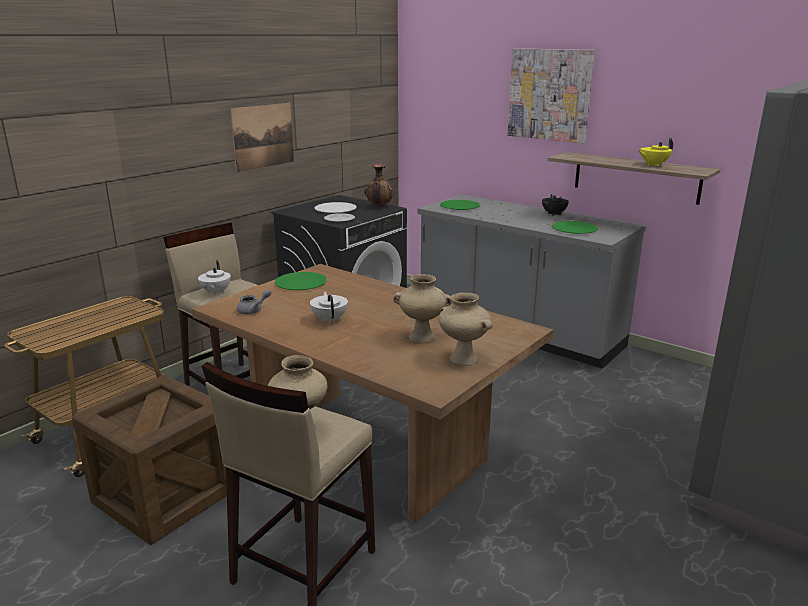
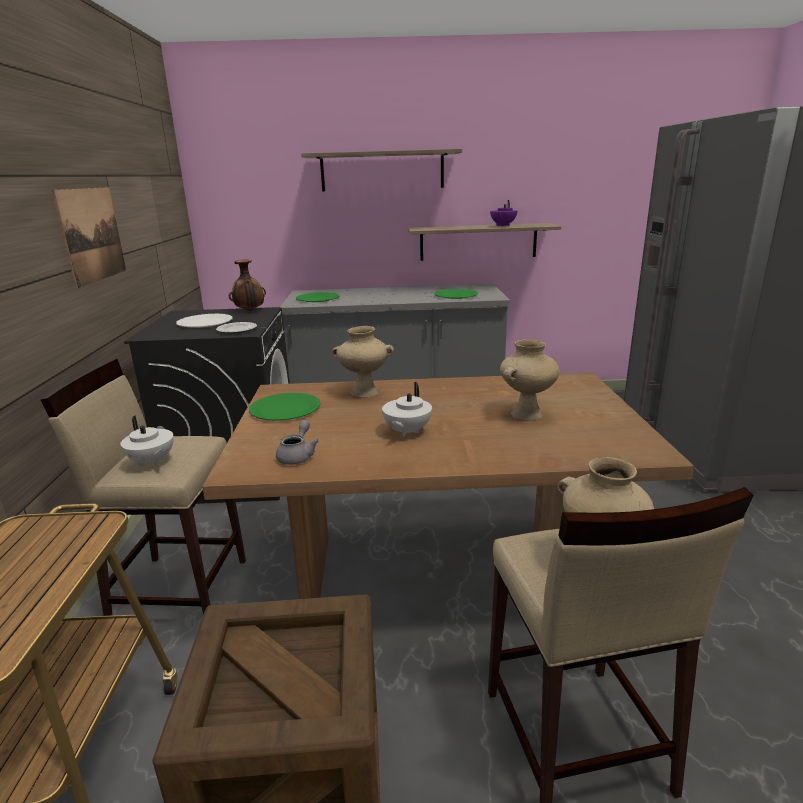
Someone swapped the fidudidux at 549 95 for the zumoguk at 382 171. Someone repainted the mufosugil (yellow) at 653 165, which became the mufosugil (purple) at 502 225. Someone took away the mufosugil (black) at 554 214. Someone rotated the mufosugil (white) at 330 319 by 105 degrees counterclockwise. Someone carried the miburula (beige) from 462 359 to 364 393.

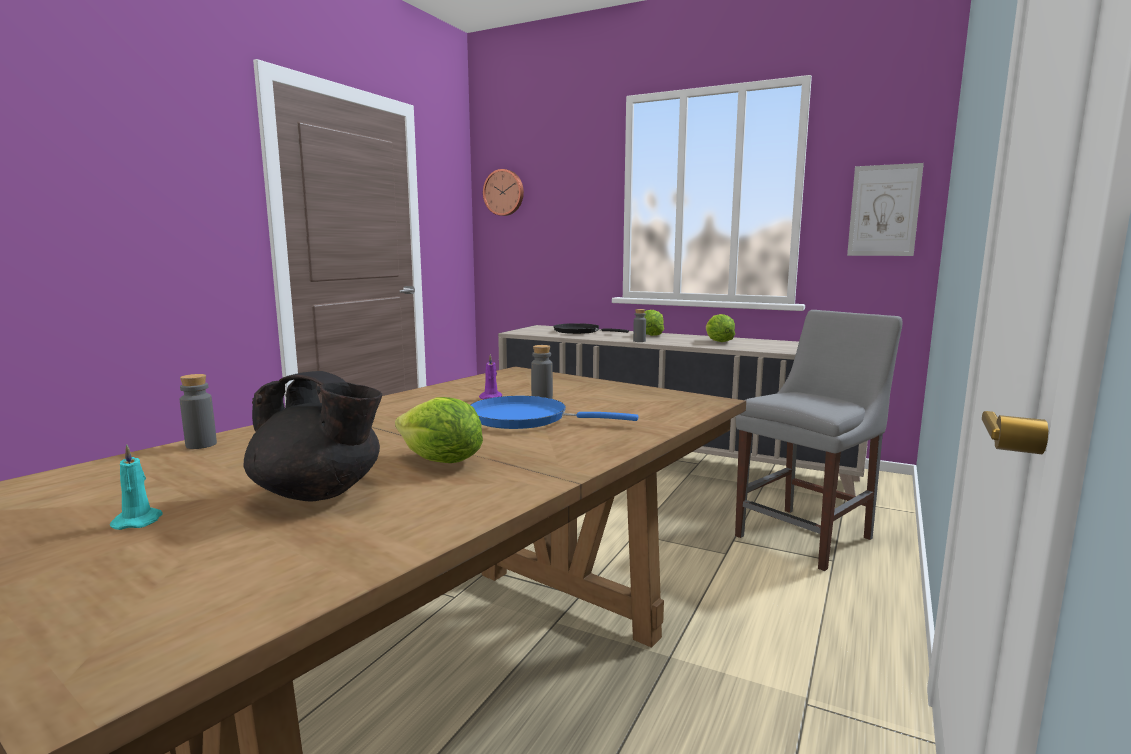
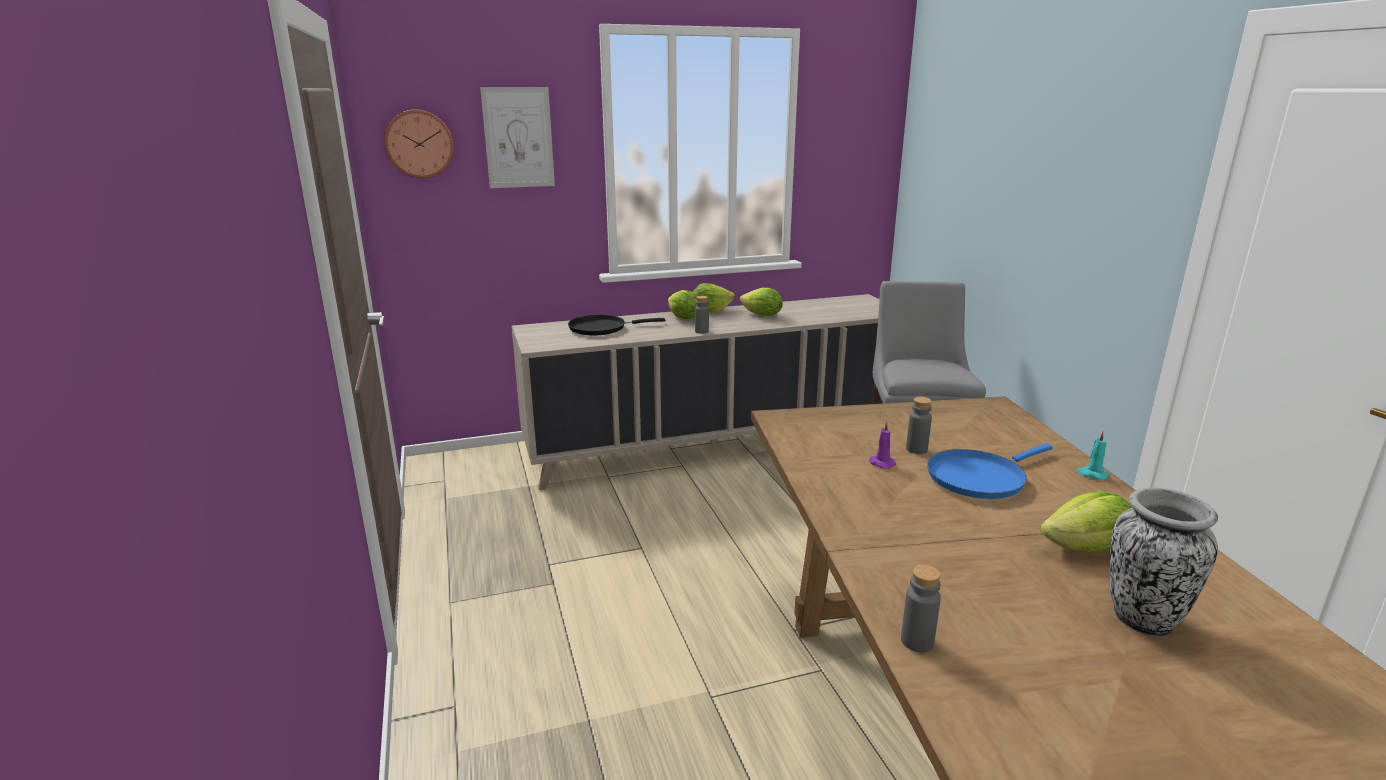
Someone carried the fidudidux from 884 210 to 518 138. Someone swapped the mufosugil (black) at 320 493 for the miburula at 1143 620. Someone carried the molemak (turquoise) from 138 521 to 1091 474. Someone put down the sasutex at 710 311.

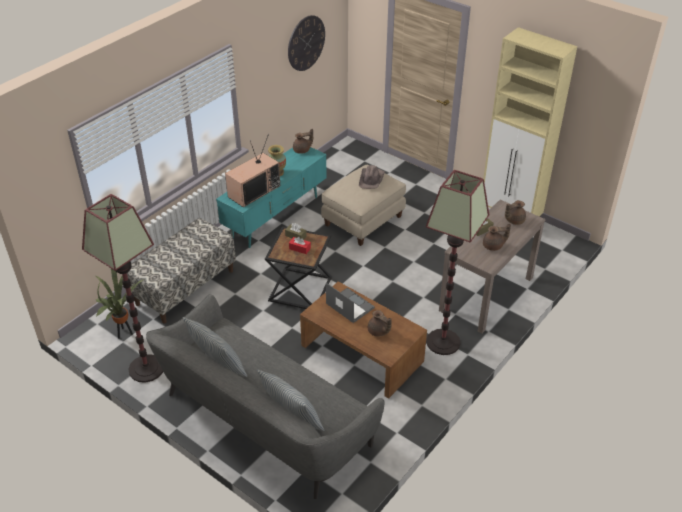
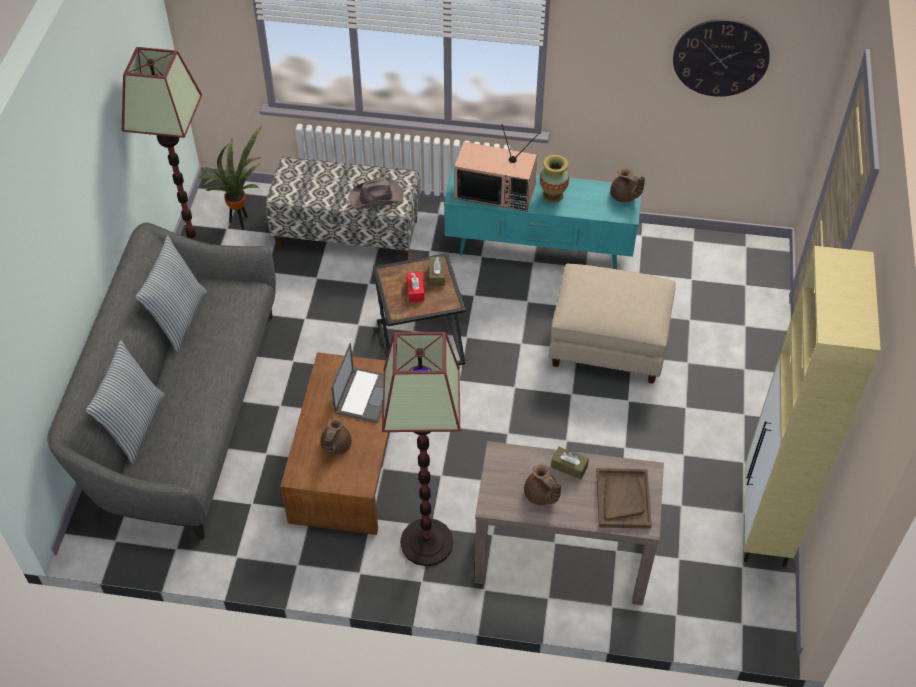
Someone carried the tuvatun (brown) from 371 179 to 376 197. Someone swapped the mufosugil (brown) at 514 220 for the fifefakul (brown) at 622 499.

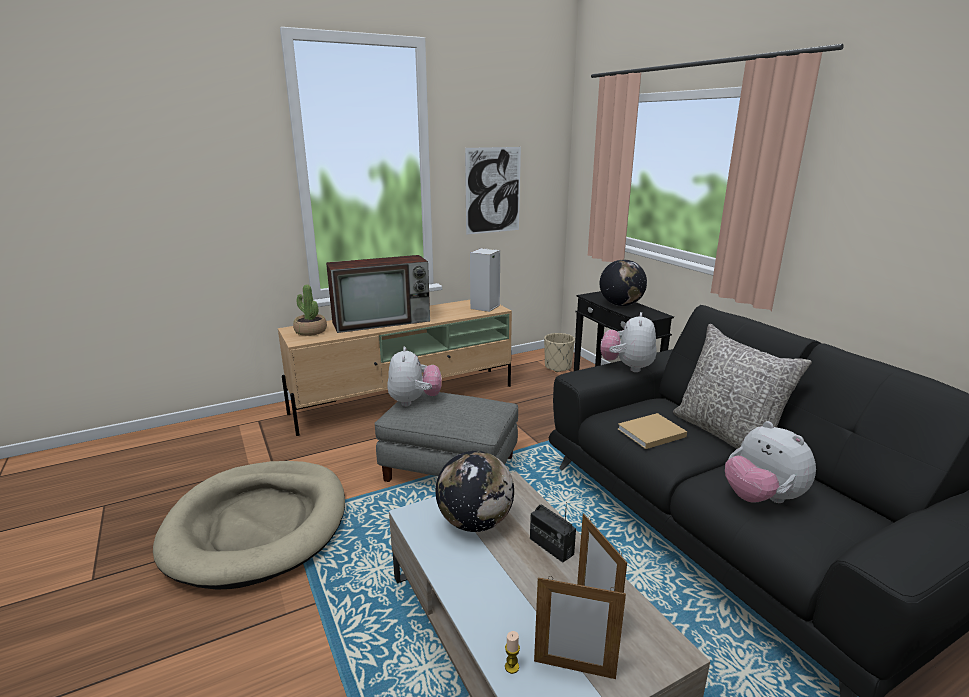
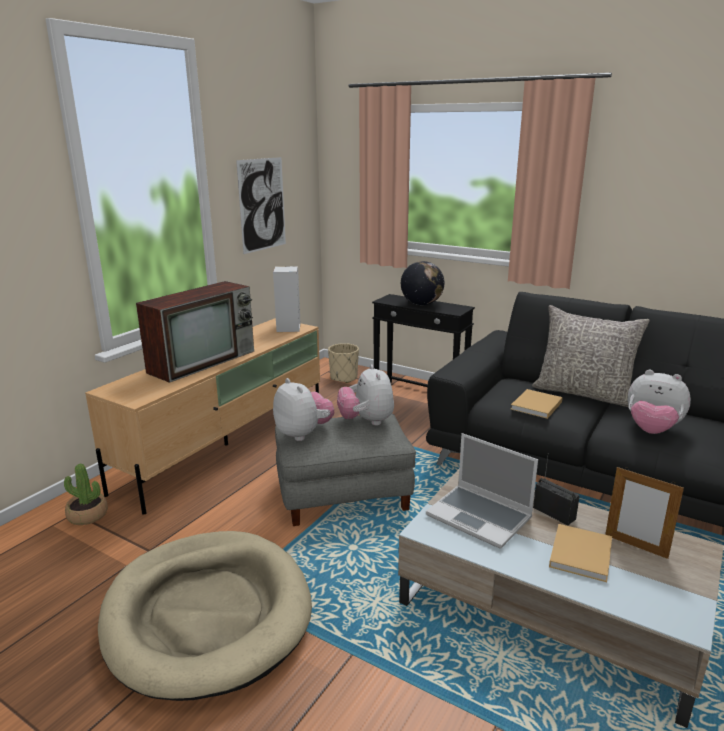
Someone carried the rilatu from 310 331 to 87 515. Someone carried the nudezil from 627 367 to 366 421. Someone swapped the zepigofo at 475 522 for the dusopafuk at 480 517. Someone rotated the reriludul at 551 546 by 150 degrees counterclockwise. Someone took away the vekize at 574 669. Someone took away the molemak at 511 667. Someone put down the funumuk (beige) at 581 553.

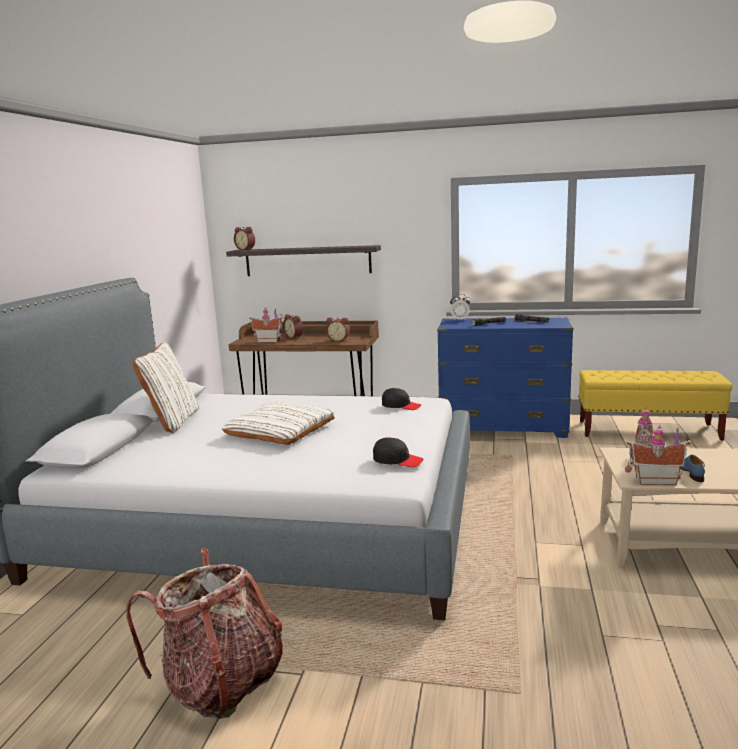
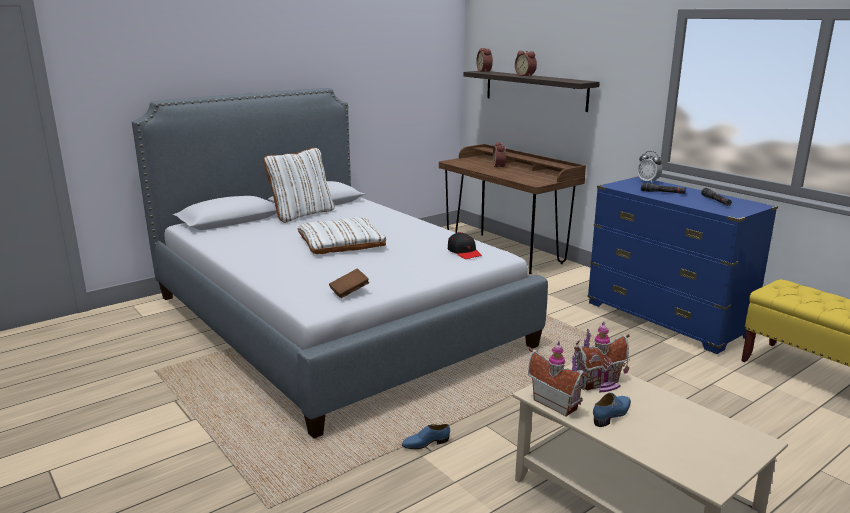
Someone took away the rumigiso at 269 341. Someone carried the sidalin from 339 340 to 526 75. Someone swapped the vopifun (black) at 397 460 for the funumuk (brown) at 349 291. Someone took away the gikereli at 220 683. Someone put down the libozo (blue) at 425 443.

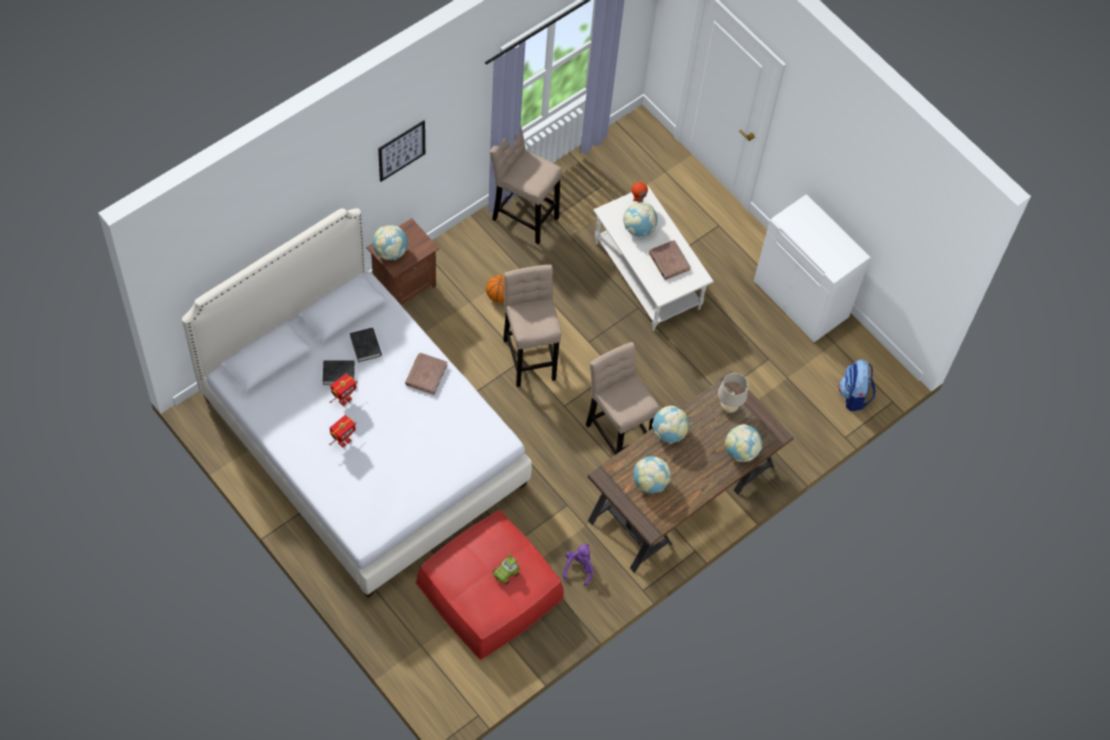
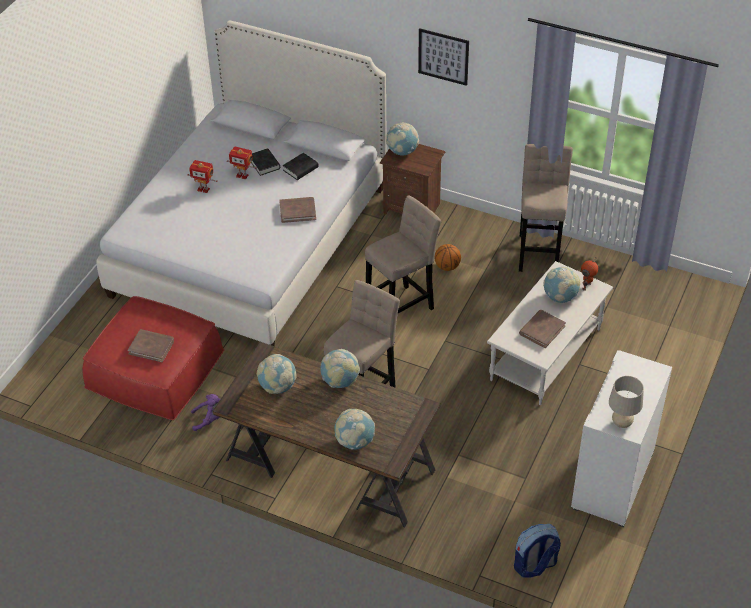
Someone carried the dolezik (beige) from 729 407 to 622 423. Someone swapped the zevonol at 506 573 for the funumuk (brown) at 151 347.

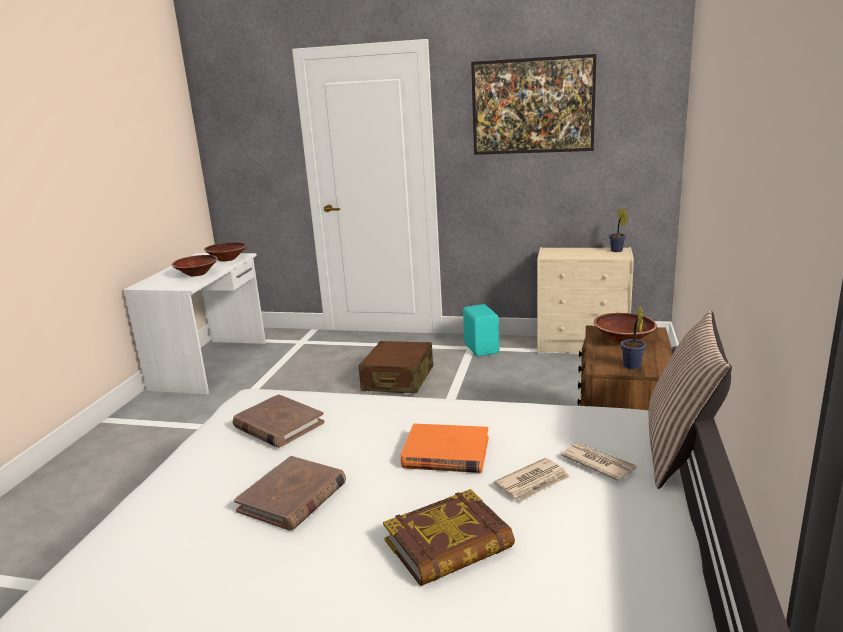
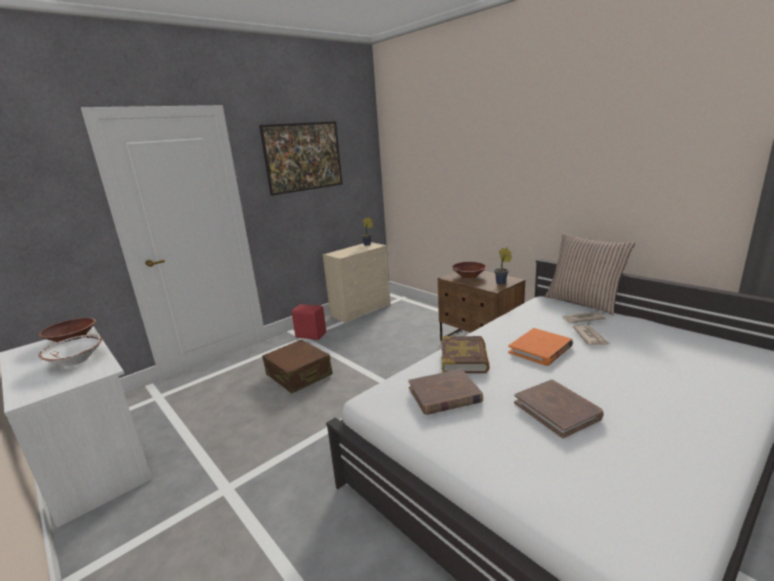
Someone repainted the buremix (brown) at 197 274, which became the buremix (white) at 76 360. Someone repainted the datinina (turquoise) at 482 348, which became the datinina (red) at 311 335. Someone carried the funumuk from 449 545 to 464 359.

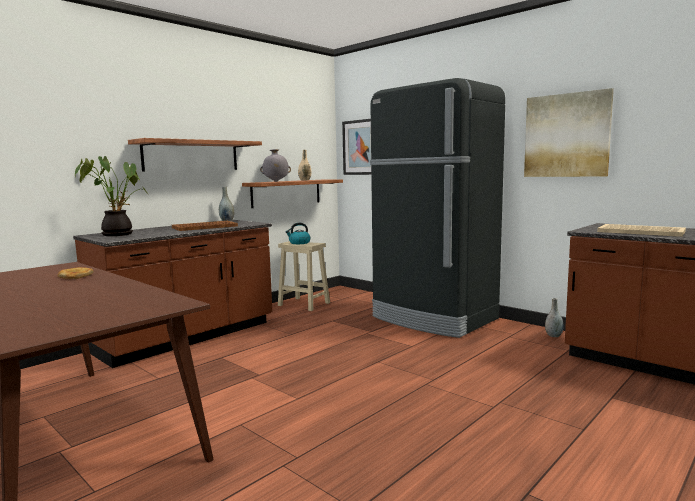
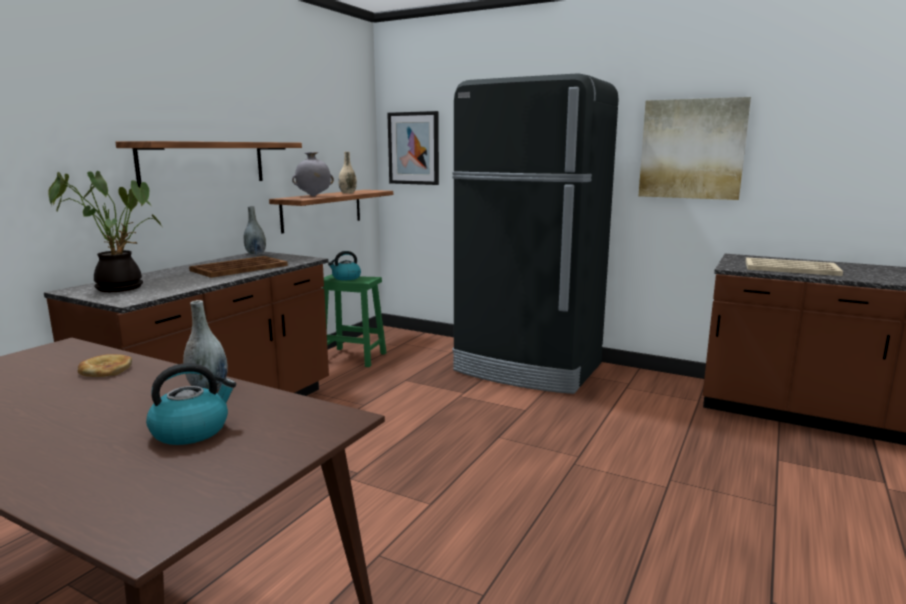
Someone repainted the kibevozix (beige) at 304 304, which became the kibevozix (green) at 354 357. Someone carried the miburula (grey) from 553 335 to 208 388. Someone put down the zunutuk at 191 430.

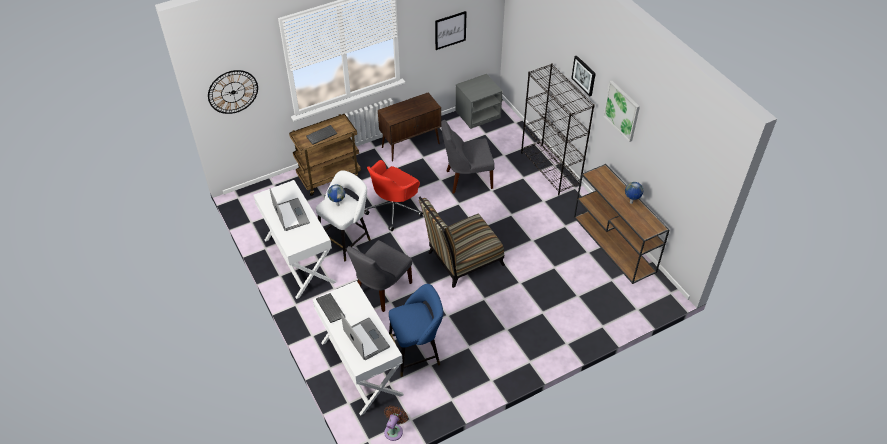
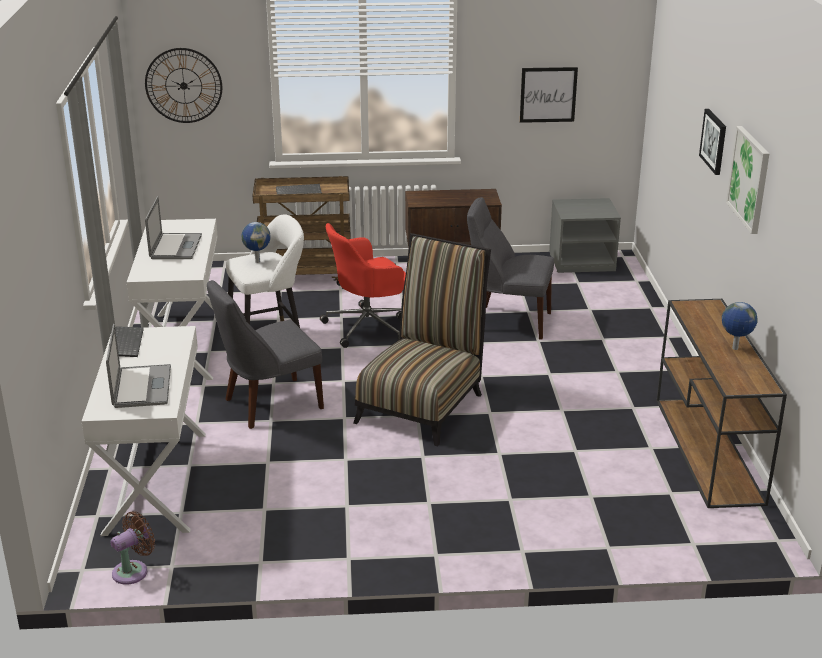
Someone took away the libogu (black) at 550 169. Someone rotated the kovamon at 461 260 by 120 degrees clockwise. Someone took away the kibevozix (blue) at 417 353.

